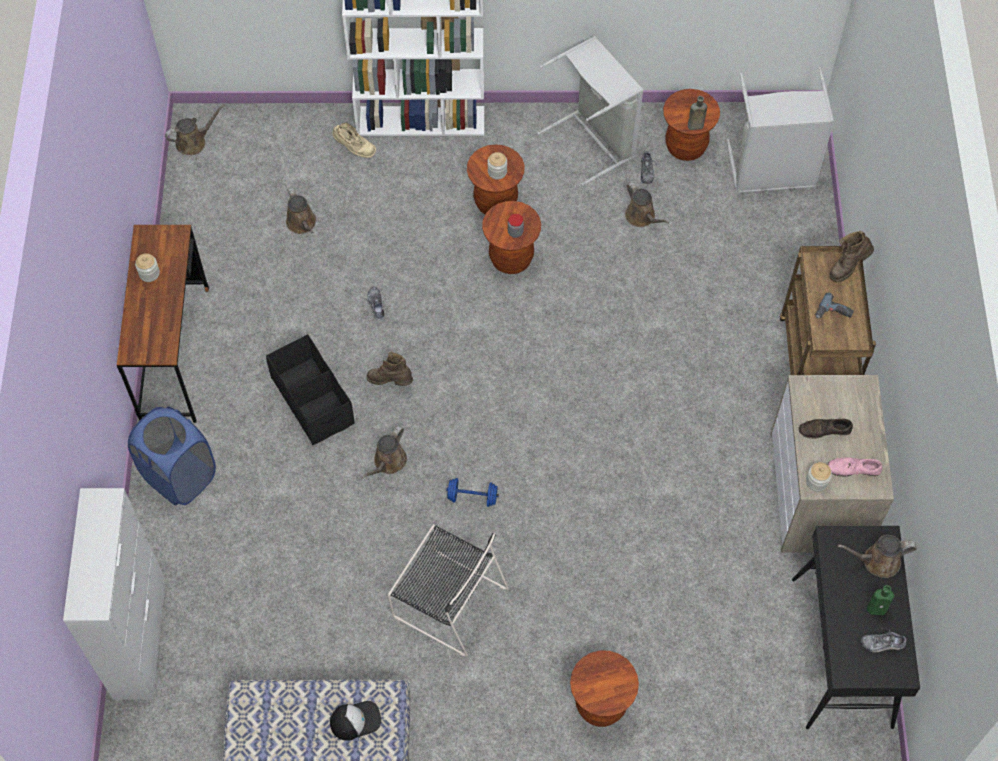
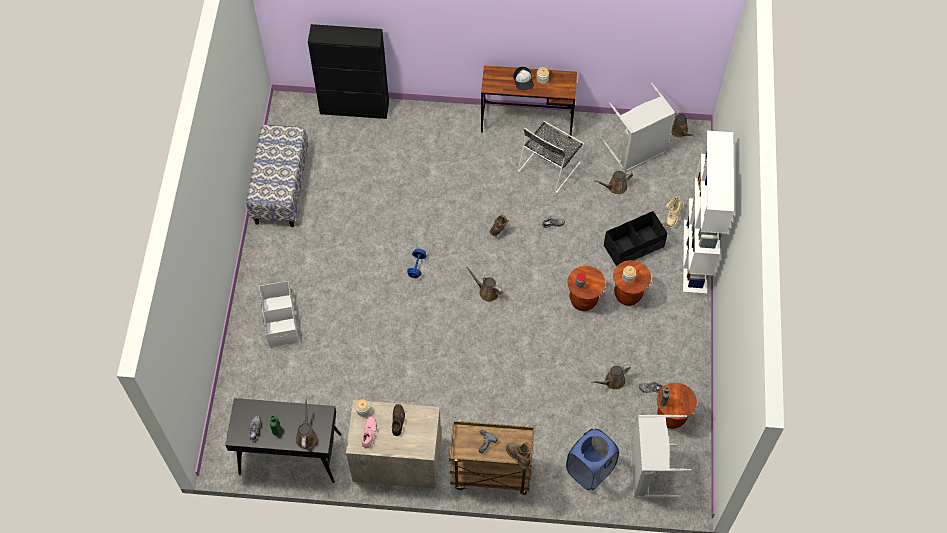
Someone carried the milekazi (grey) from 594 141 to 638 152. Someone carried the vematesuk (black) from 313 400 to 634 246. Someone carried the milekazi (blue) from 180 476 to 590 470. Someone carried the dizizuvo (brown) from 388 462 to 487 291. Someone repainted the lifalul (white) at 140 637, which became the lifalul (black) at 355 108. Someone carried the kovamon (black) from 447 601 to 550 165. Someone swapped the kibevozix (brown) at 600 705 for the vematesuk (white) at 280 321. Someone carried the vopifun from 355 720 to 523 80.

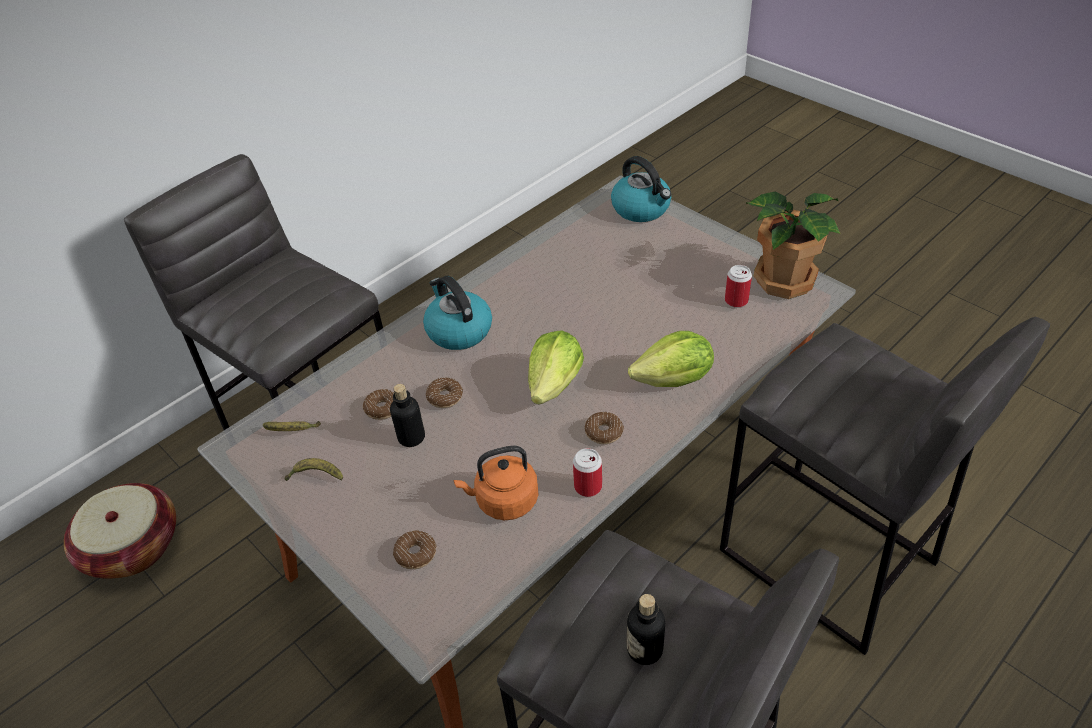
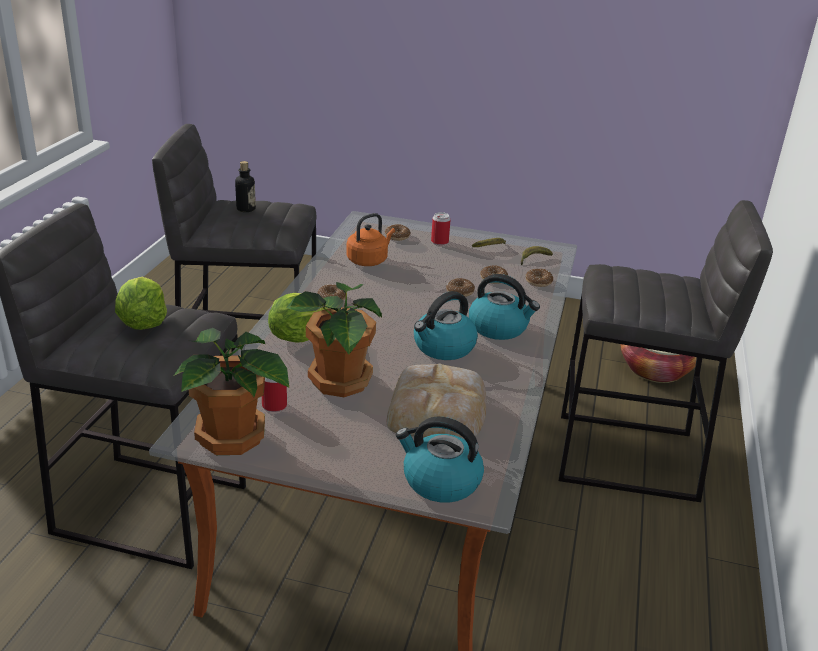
Someone carried the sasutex from 555 384 to 143 323. Someone took away the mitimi at 411 437. Someone carried the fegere from 588 486 to 439 242. Someone put down the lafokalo at 538 282. Someone put down the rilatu at 339 382. Someone put down the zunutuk at 443 347. Someone put down the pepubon at 438 410.

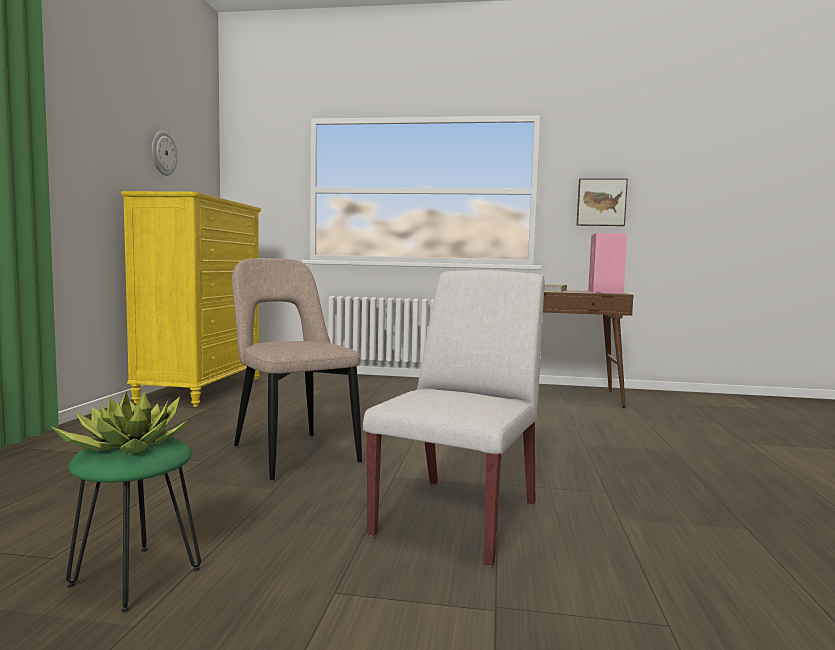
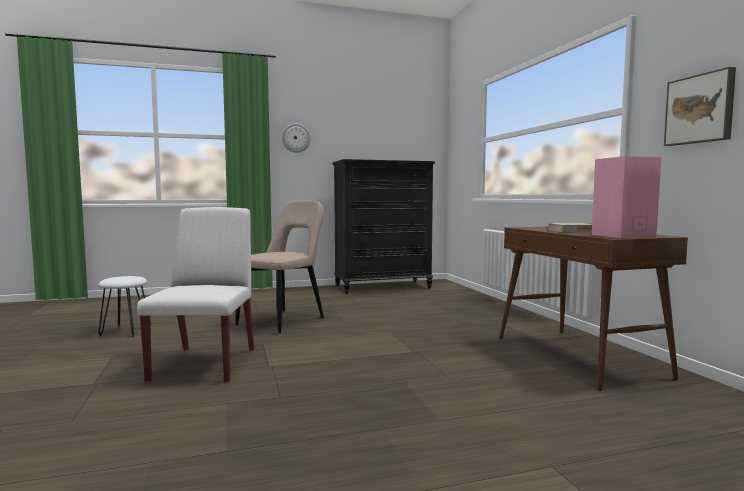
Someone carried the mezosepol from 163 153 to 296 138. Someone repainted the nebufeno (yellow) at 201 389, which became the nebufeno (black) at 383 287. Someone rotated the kovamon (white) at 458 517 by 90 degrees counterclockwise. Someone took away the rilatu at 125 445. Someone repainted the kibevozix (green) at 136 577, which became the kibevozix (white) at 125 331.

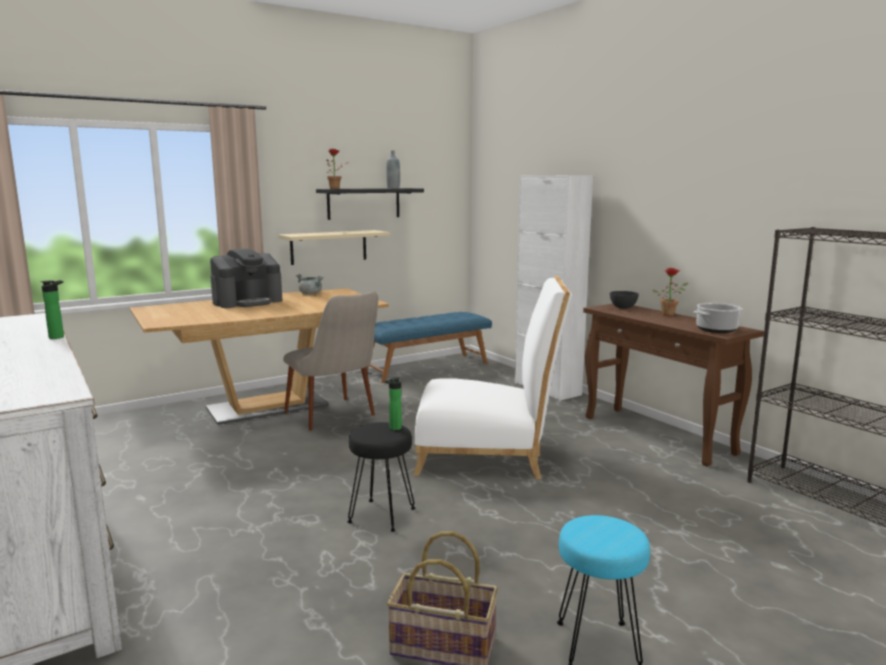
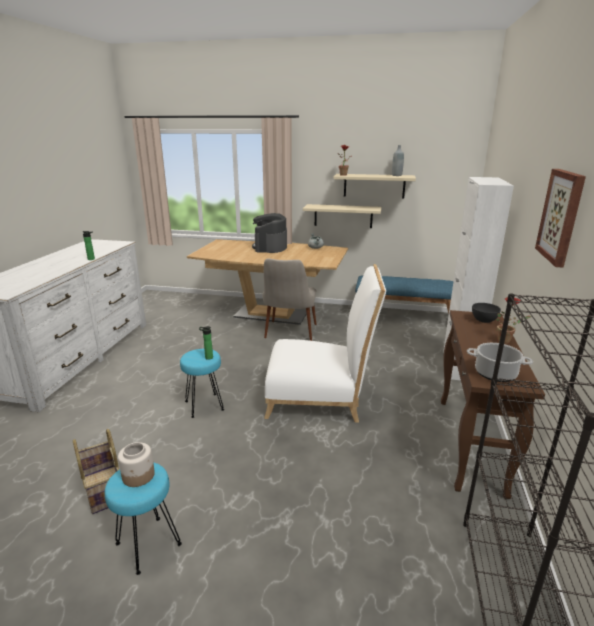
Someone repainted the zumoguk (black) at 364 203, which became the zumoguk (beige) at 374 186. Someone rotated the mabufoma at 247 302 by 90 degrees clockwise. Someone rotated the kovamon (white) at 488 455 by 45 degrees counterclockwise. Someone repainted the kibevozix (black) at 382 515, which became the kibevozix (turquoise) at 205 405. Someone put up the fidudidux at 561 216. Someone put down the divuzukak at 138 476.

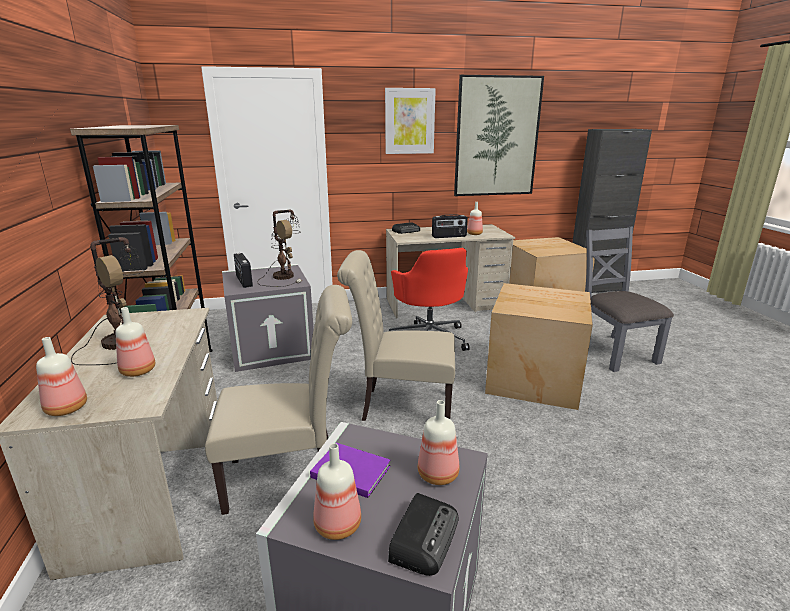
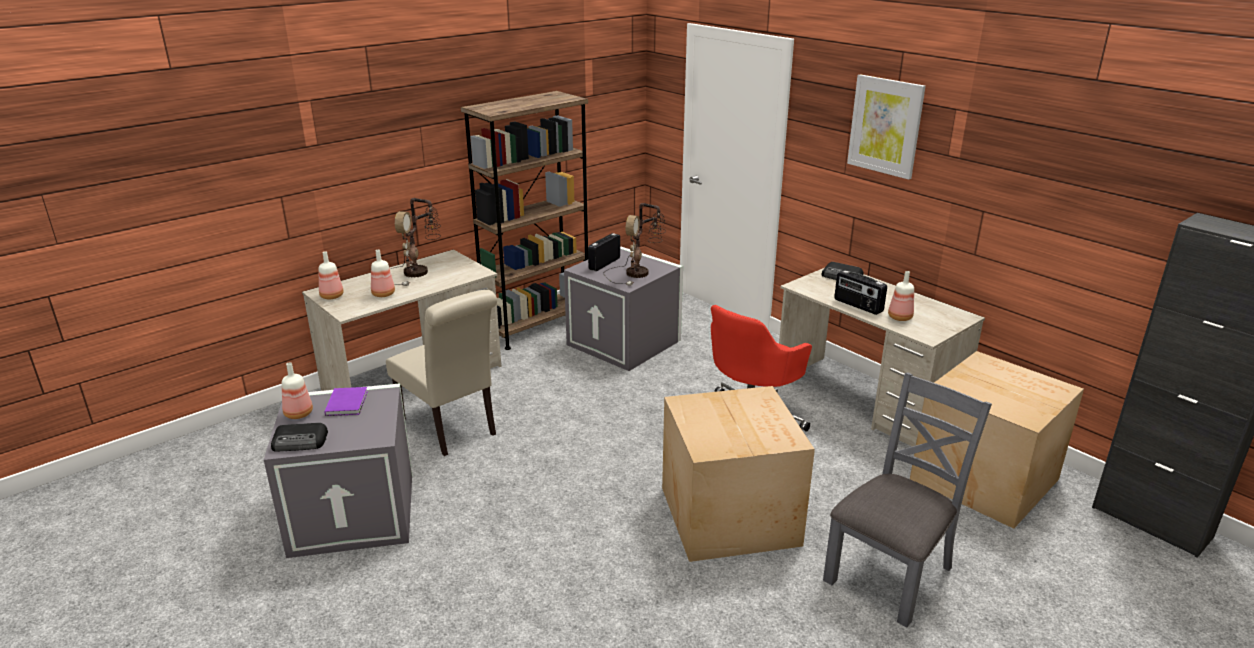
Someone took away the fidudidux at 497 137. Someone took away the kovamon (beige) at 400 406. Someone took away the mitimi at 439 474.

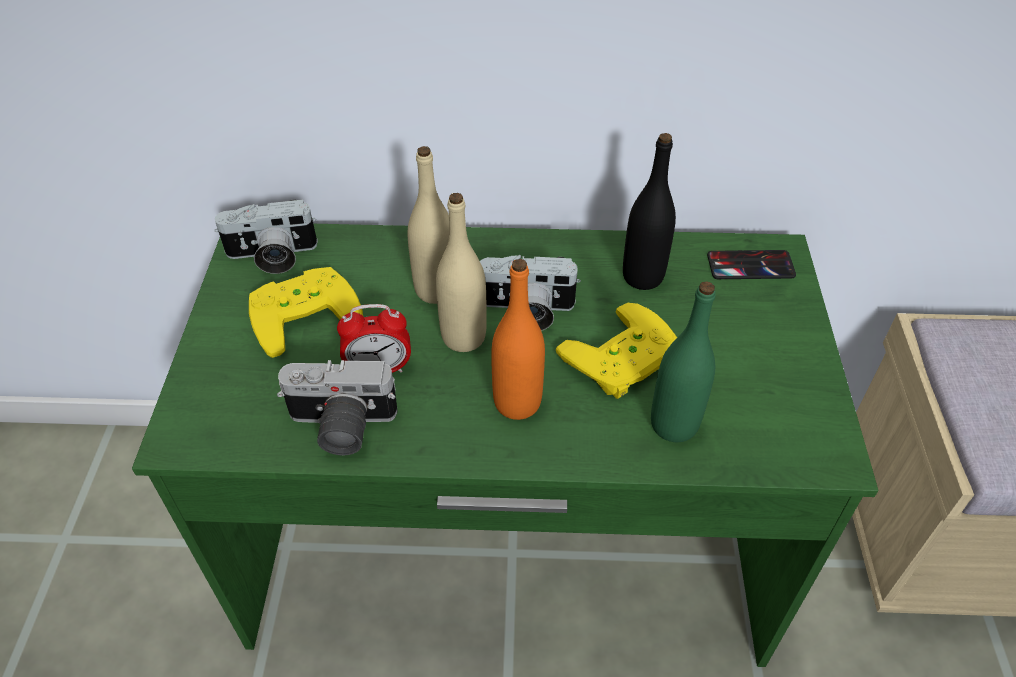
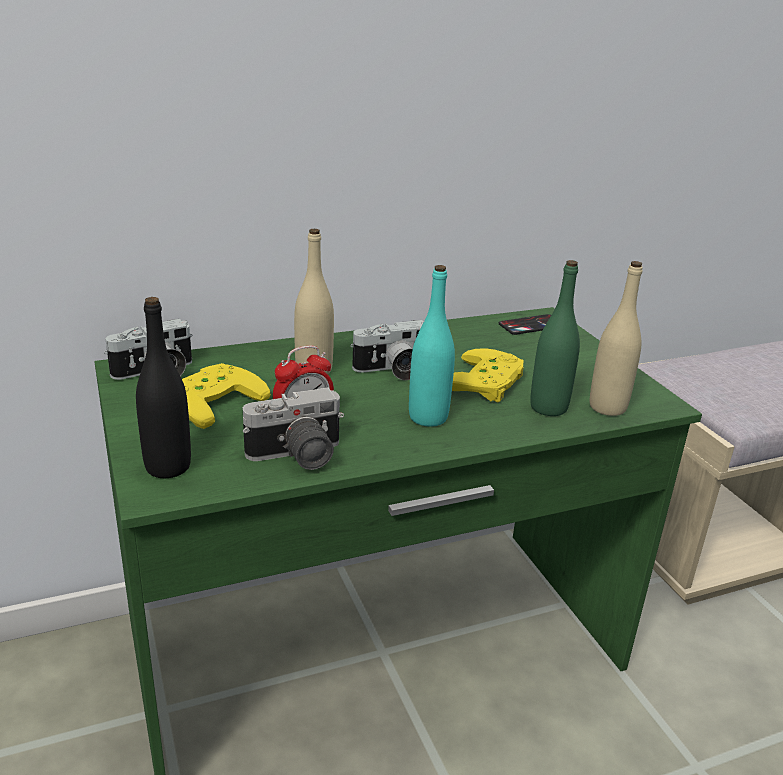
Someone carried the mitimi (black) from 642 277 to 168 467. Someone carried the mitimi (beige) from 463 337 to 607 407. Someone repainted the mitimi (orange) at 517 402, which became the mitimi (turquoise) at 428 417.

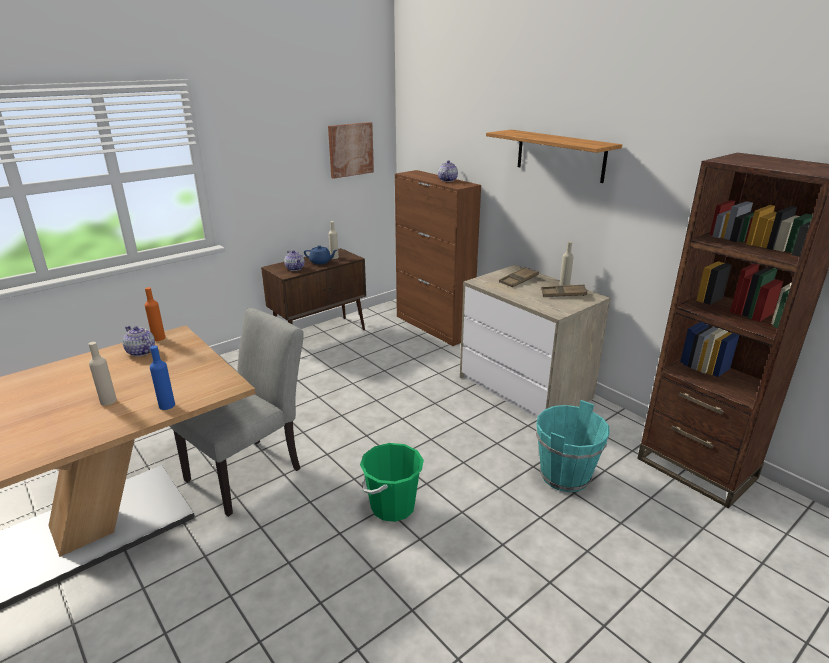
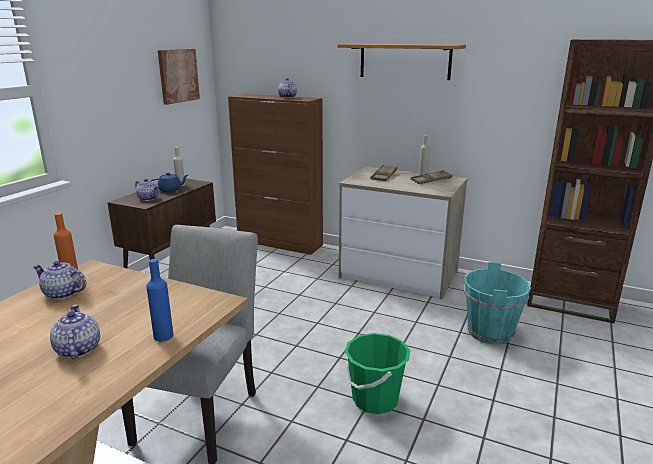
Someone swapped the mitimi (beige) at 108 401 for the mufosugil at 77 350.

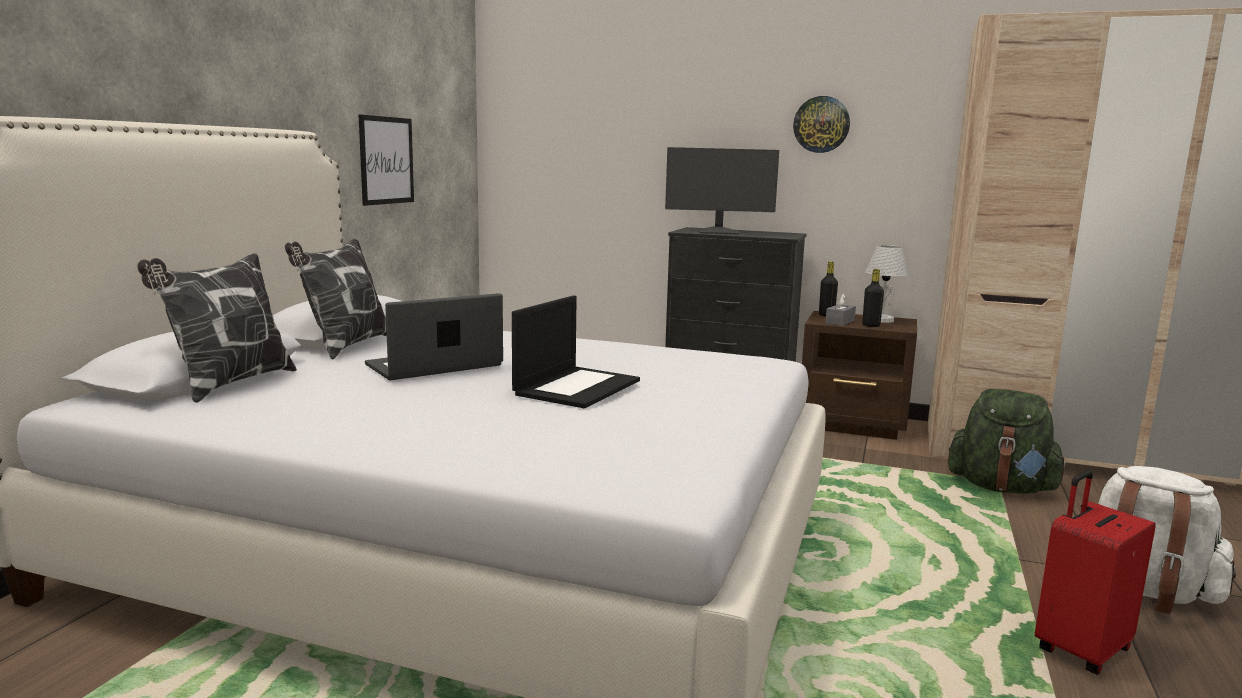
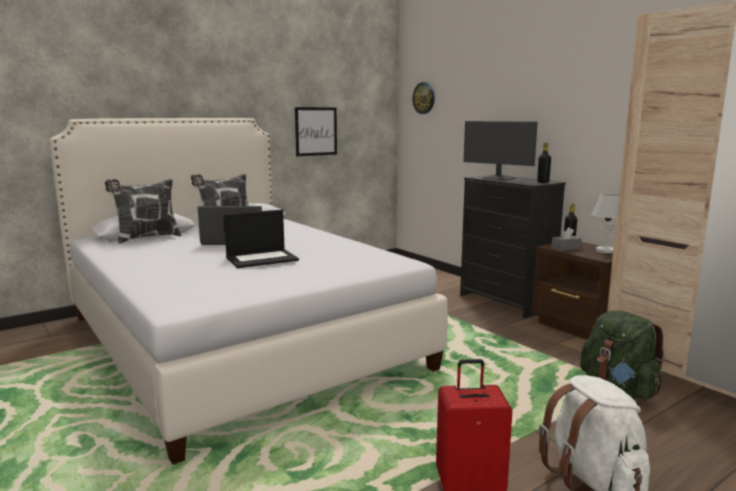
Someone carried the mezosepol from 821 124 to 424 98. Someone carried the mitimi (black) from 871 325 to 543 182.

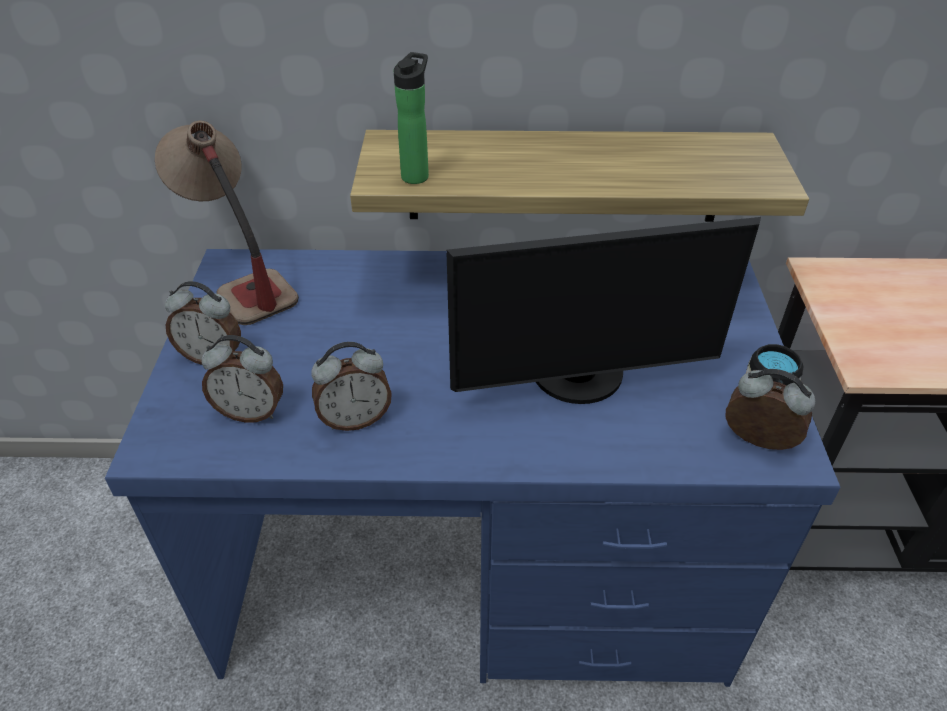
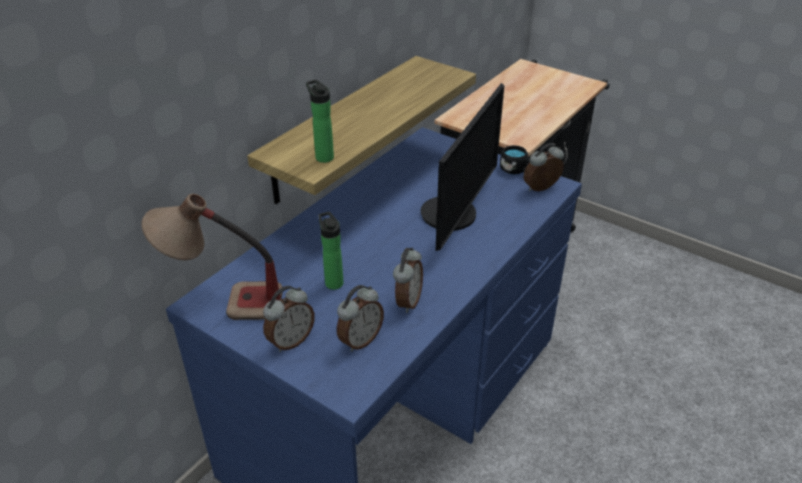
Someone put down the mitimi at 333 282.

